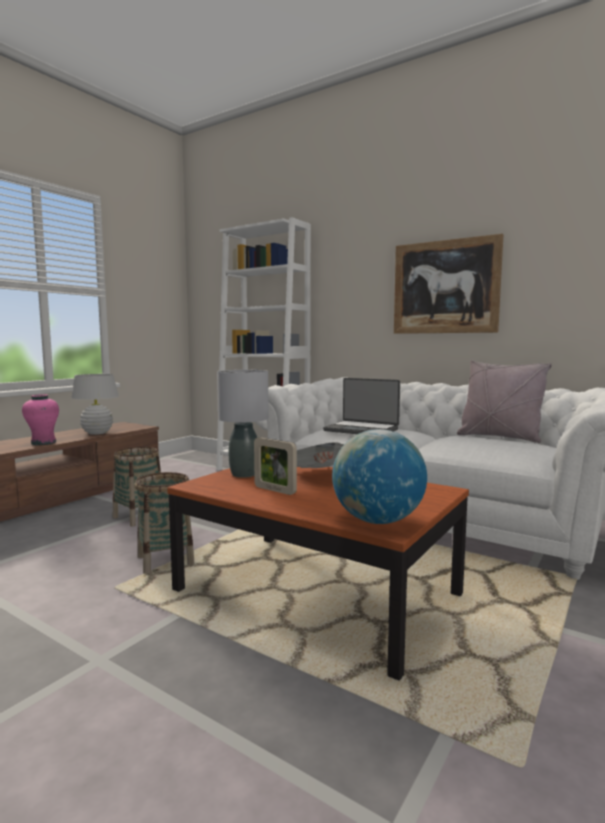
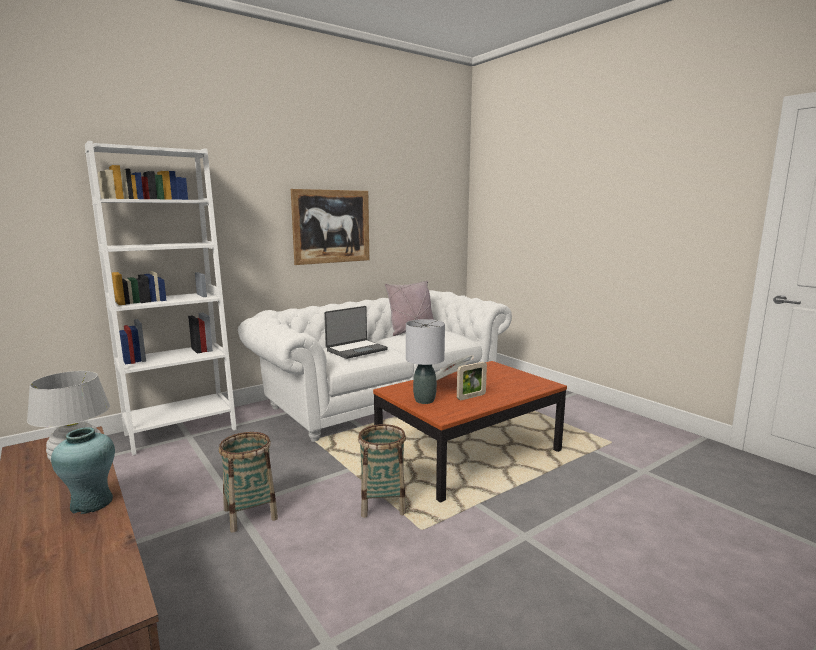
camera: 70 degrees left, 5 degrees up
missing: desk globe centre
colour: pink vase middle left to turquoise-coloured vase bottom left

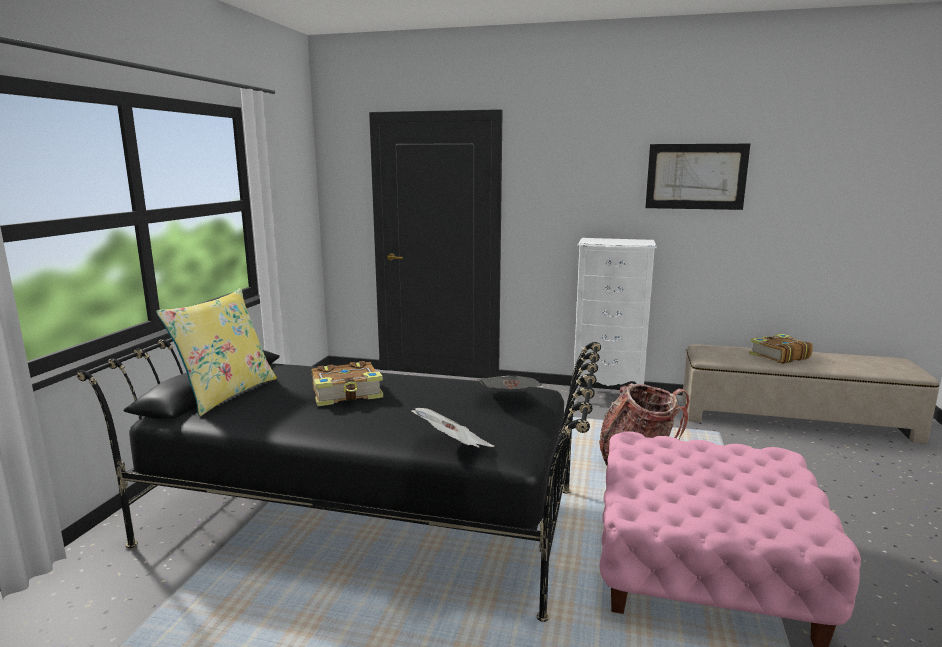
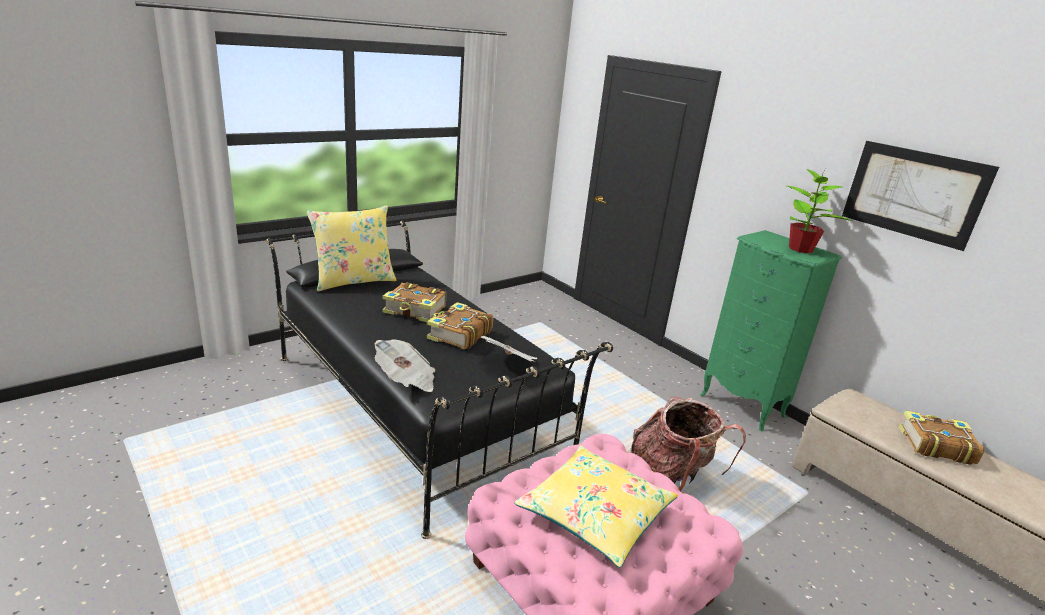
camera: 35 degrees right, 10 degrees up
appeared: bound book (no. 2 from left) centre; yellow cushion (no. 2 from left) bottom centre; houseplant middle right
colour: white drawer chest centre to green-coloured drawer chest middle right

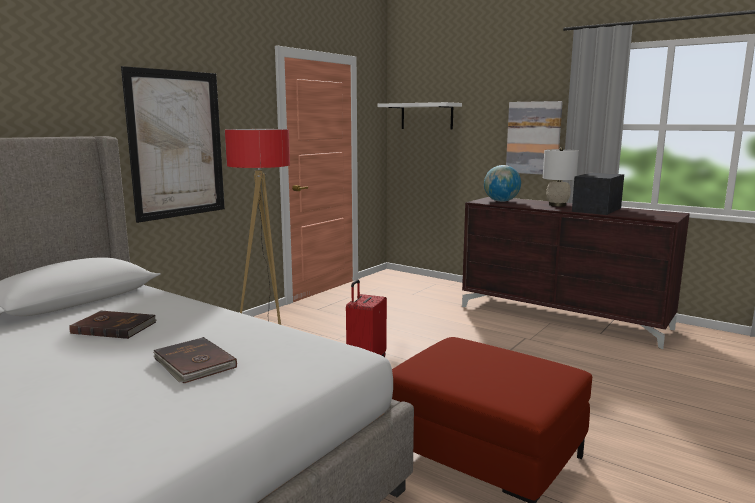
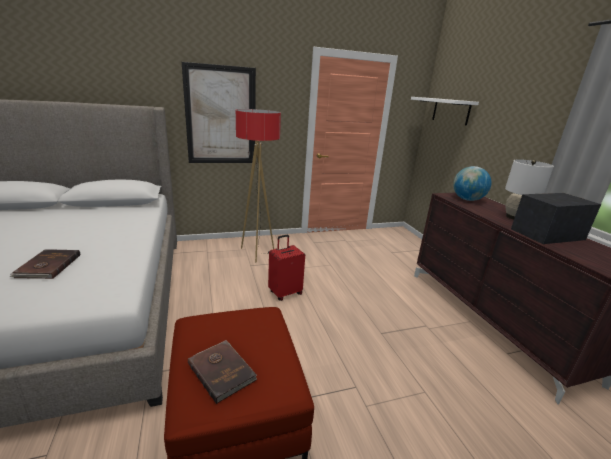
camera: 35 degrees right, 10 degrees up
missing: picture (no. 2 from left) top right
relocated: brownish bound book (no. 1 from left in the first image) middle left to brownish bound book (no. 2 from left) bottom centre

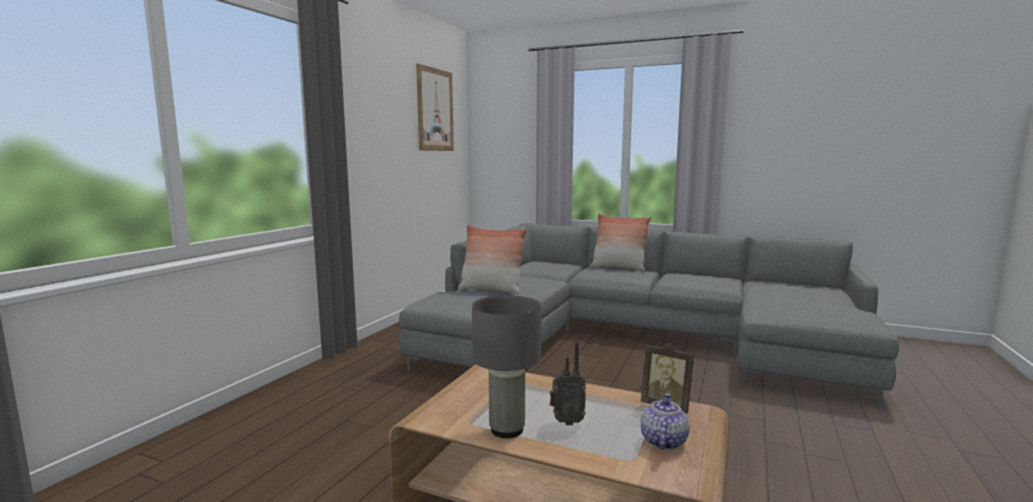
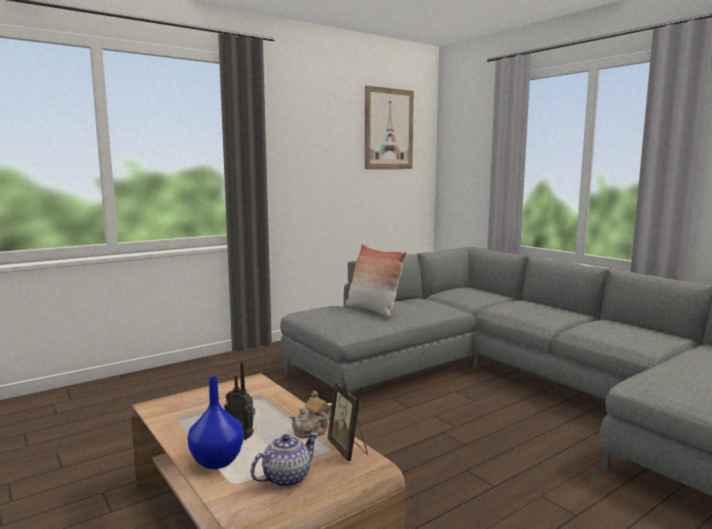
camera: 30 degrees right, 0 degrees up
missing: gray tabletop lamp bottom centre; cushion (no. 2 from left) centre
appeared: blue-coloured vase bottom left; pot for tea (no. 2 from left) bottom centre

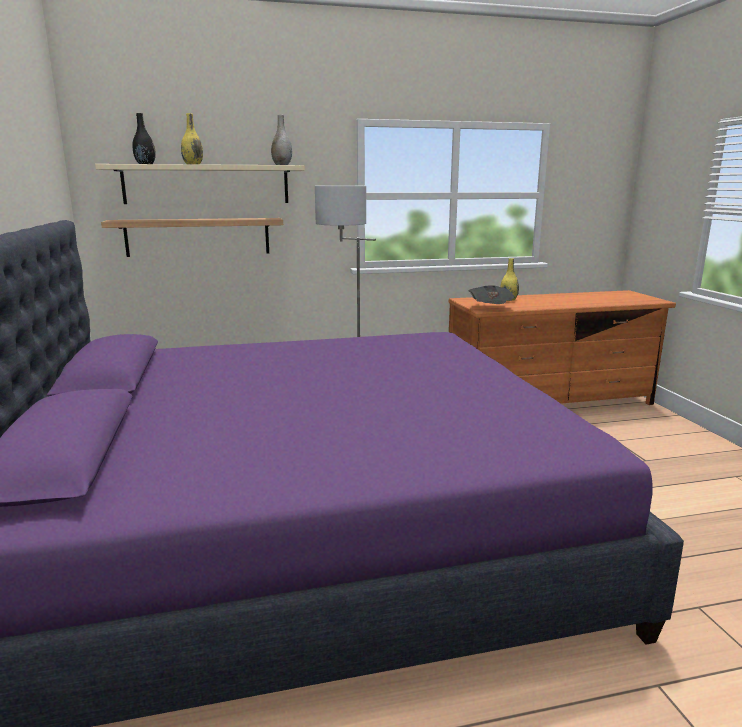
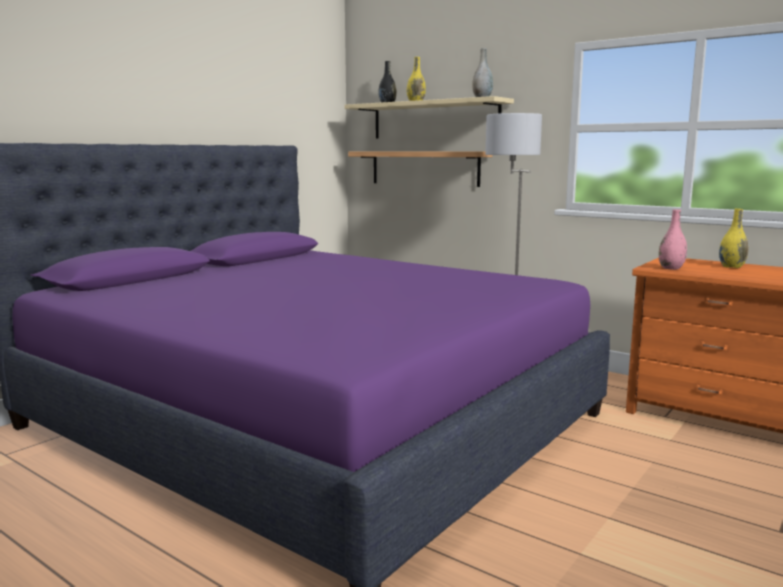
camera: 50 degrees right, 5 degrees down
exchanged: newspaper centre to pink vase middle right

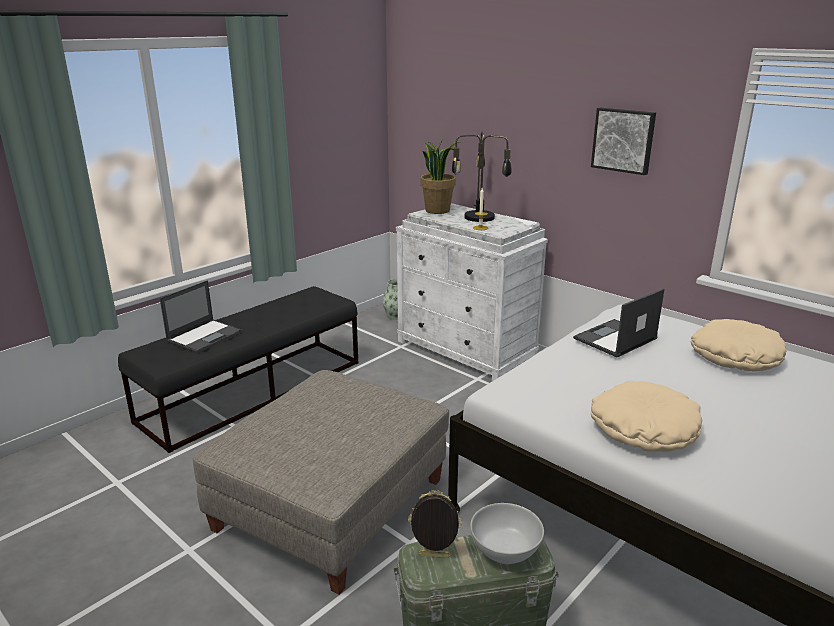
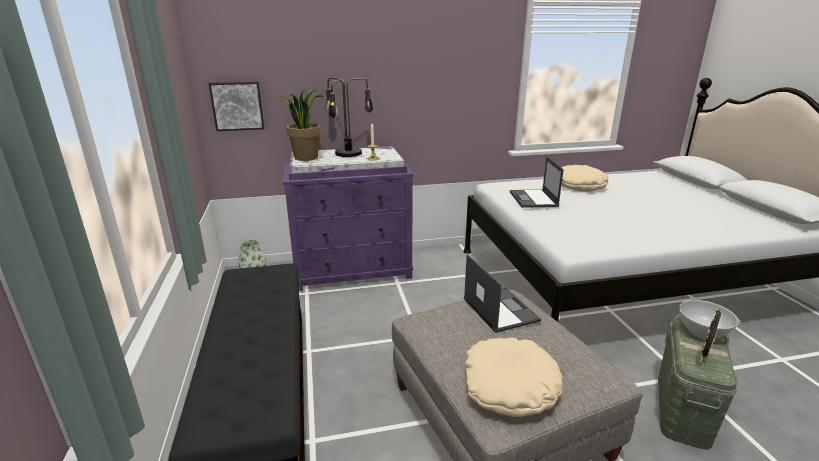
camera: 55 degrees left, 0 degrees up
relocated: laptop (no. 1 from left) middle left to centre; picture top right to top left; beige-coloured cushion (no. 1 from left) middle right to bottom centre
colour: white drawer chest centre to purple drawer chest centre

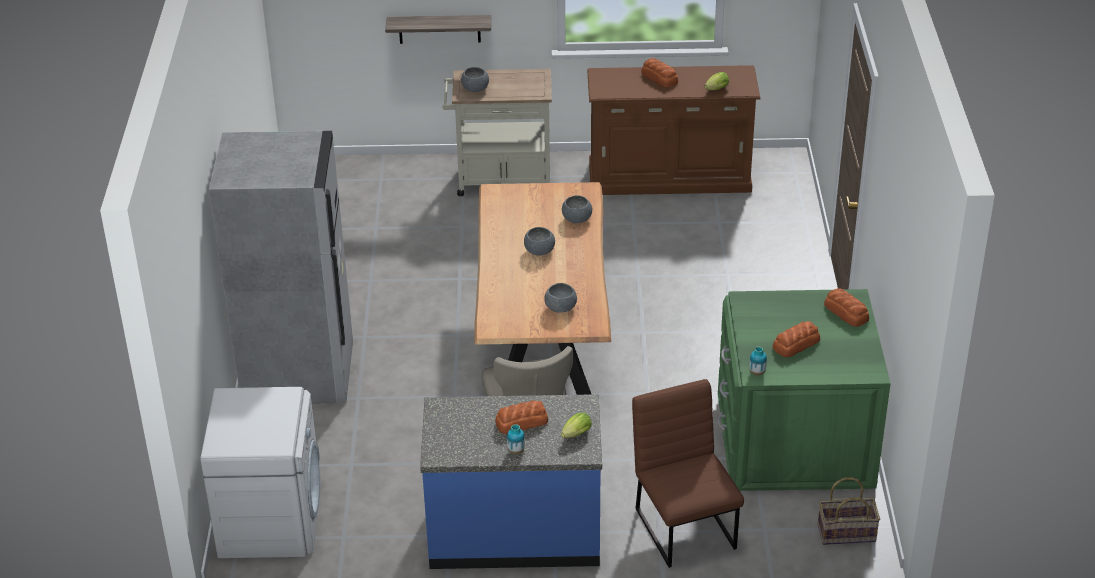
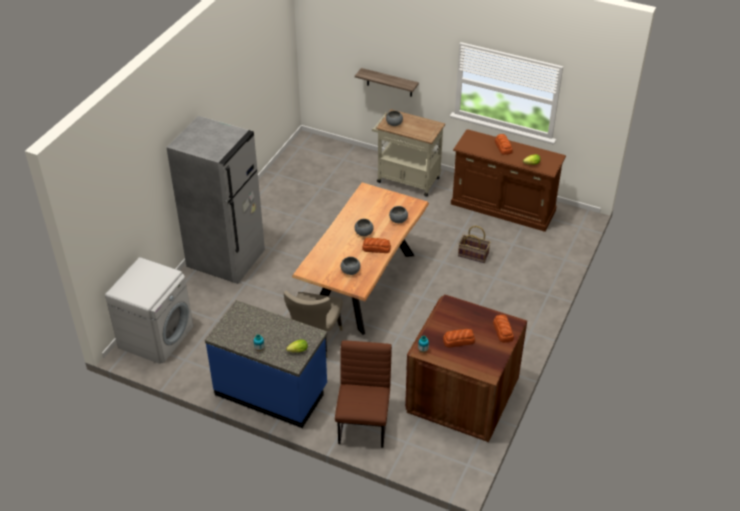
camera: 25 degrees right, 5 degrees up
relocated: bread (no. 1 from left) bottom centre to centre; basket bottom right to centre
colour: green-coloured drawer chest bottom right to brownish drawer chest bottom centre

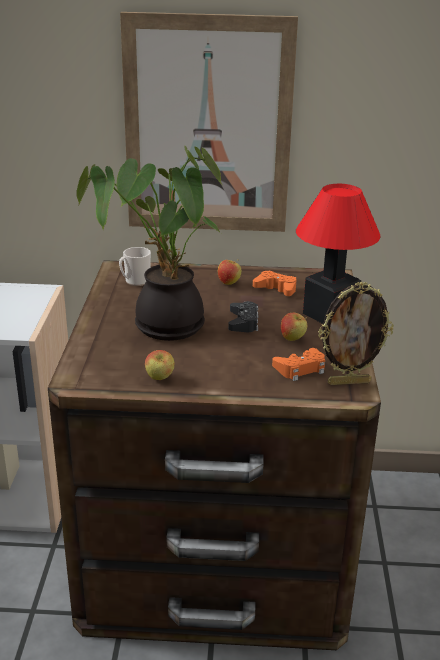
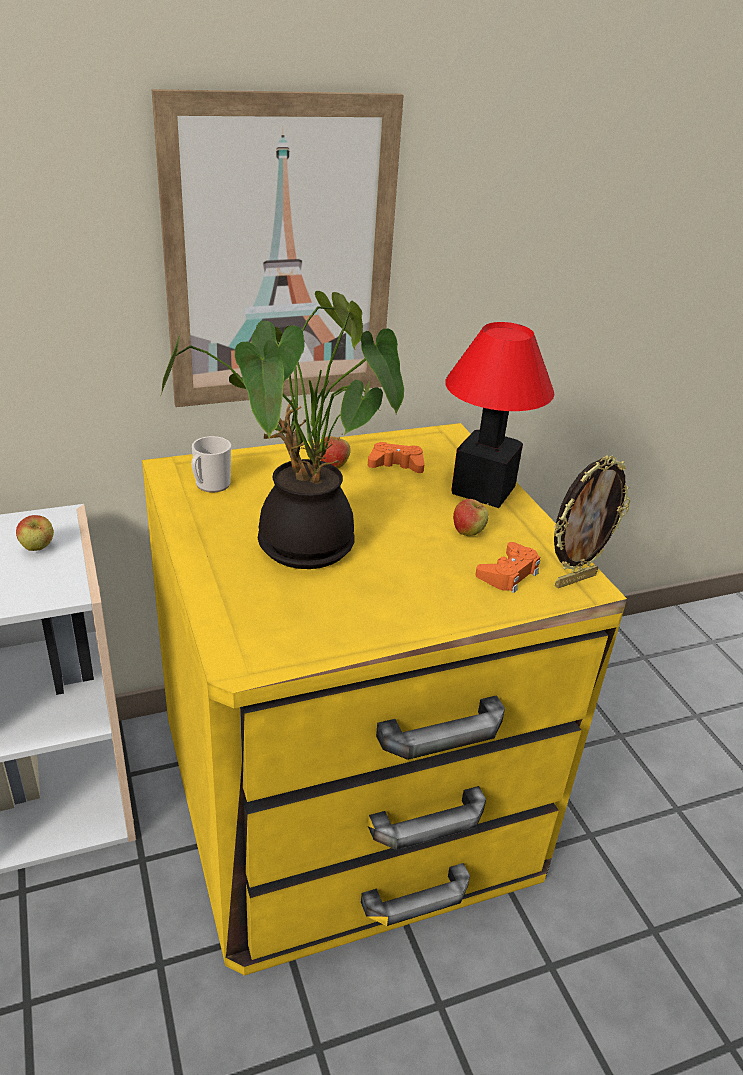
camera: 25 degrees left, 5 degrees up
missing: black-coloured game controller centre
relocated: whole apple (no. 1 from left) centre to middle left
colour: brownish drawer chest bottom centre to yellow drawer chest centre

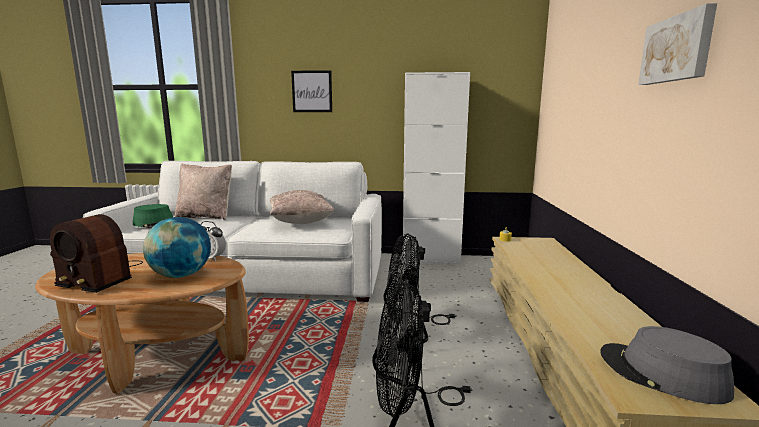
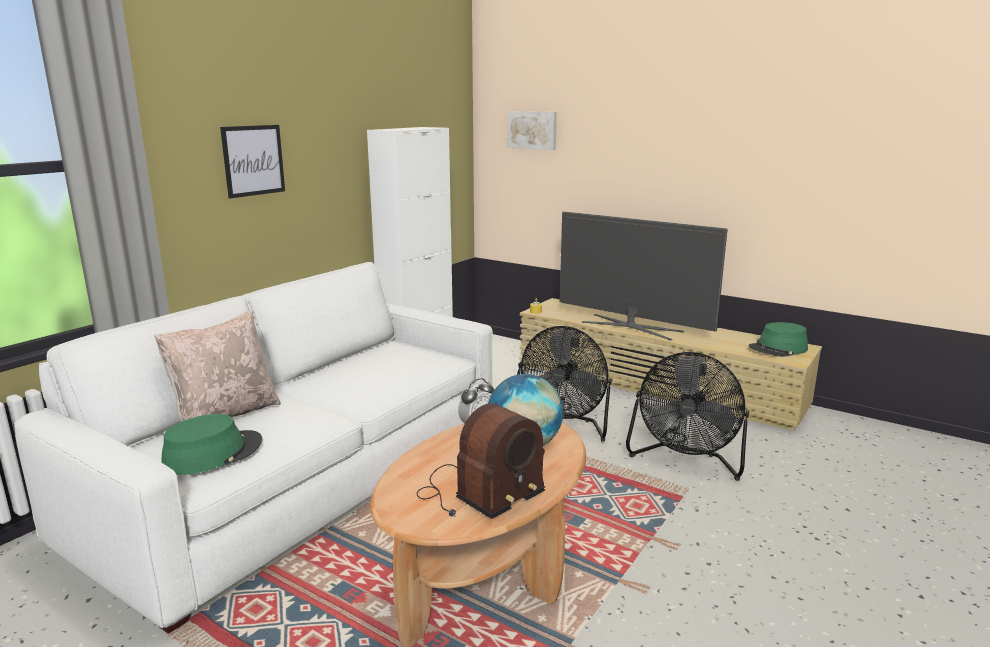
camera: 60 degrees left, 5 degrees up
missing: beige-coloured cushion (no. 2 from left) centre
appeared: TV centre
relocated: picture (no. 2 from left) top right to top centre
colour: gray hat bottom right to green-coloured hat (no. 2 from left) middle right

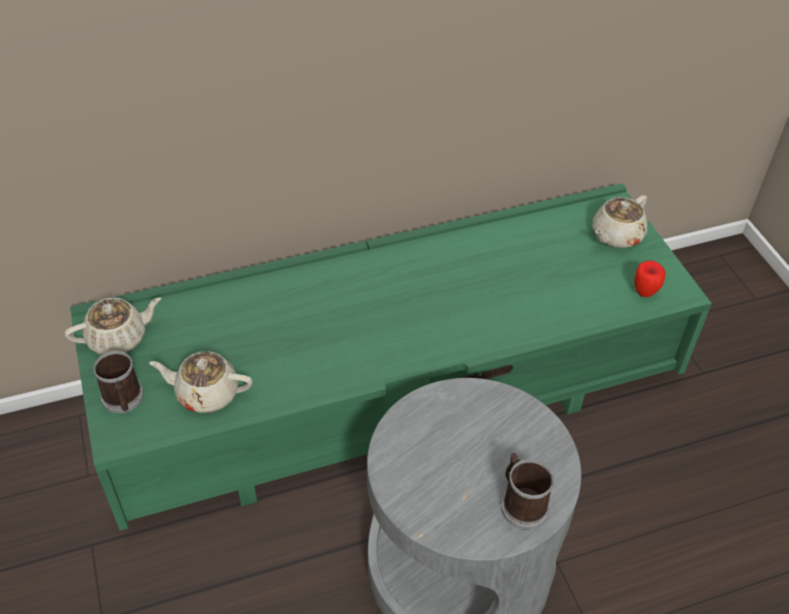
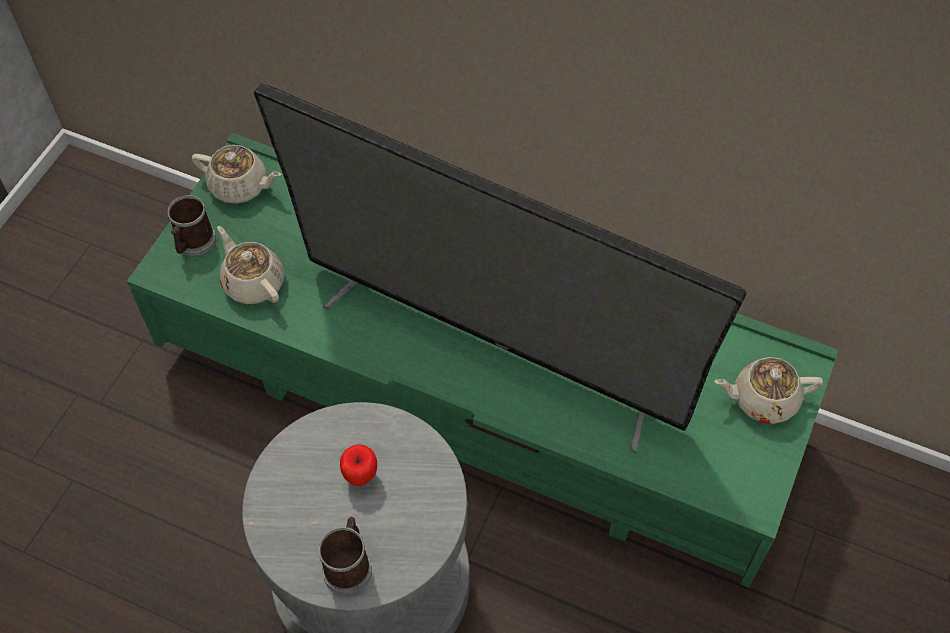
camera: 45 degrees right, 10 degrees up
appeared: TV centre
relocated: whole apple middle right to bottom centre

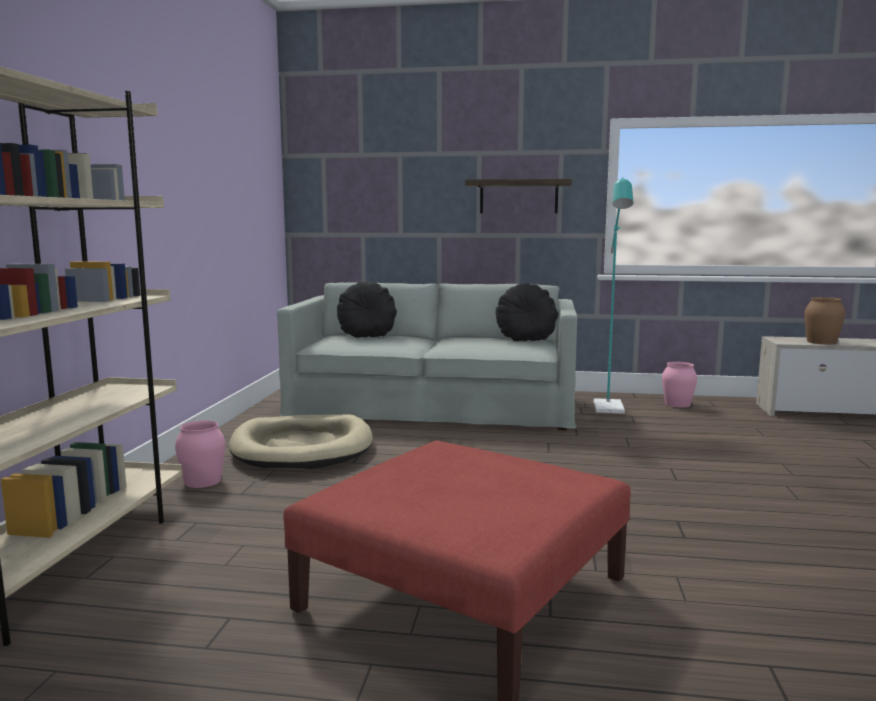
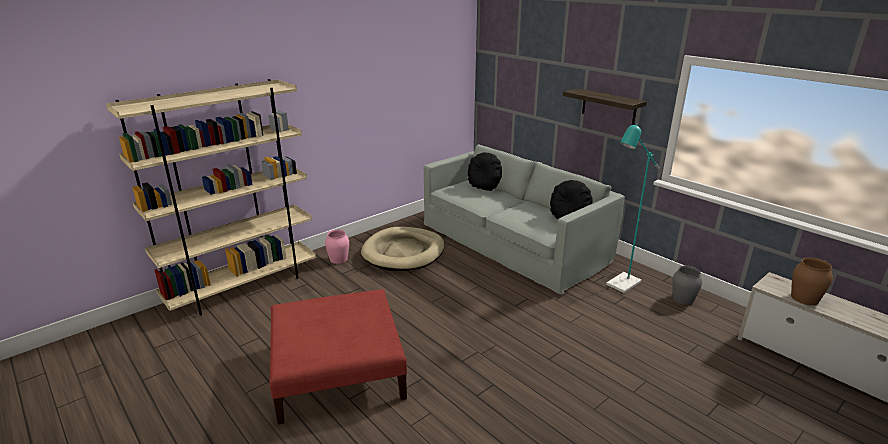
camera: 40 degrees right, 15 degrees up
colour: pink vase (no. 2 from left) middle right to gray vase middle right

